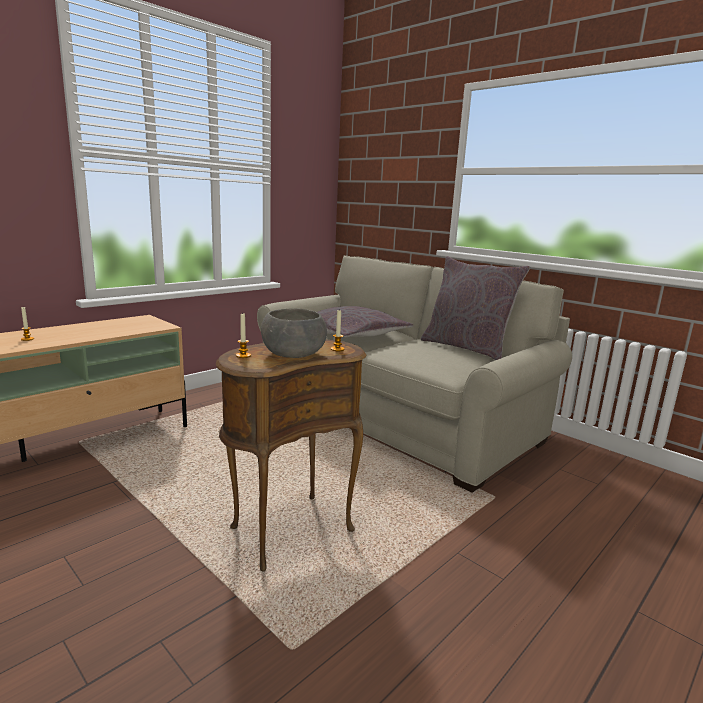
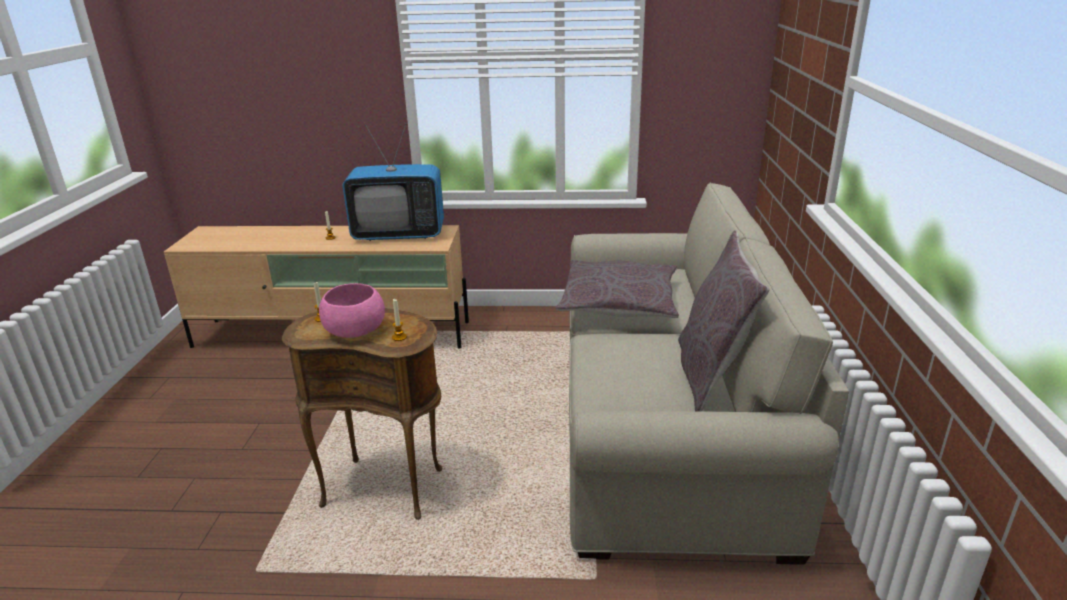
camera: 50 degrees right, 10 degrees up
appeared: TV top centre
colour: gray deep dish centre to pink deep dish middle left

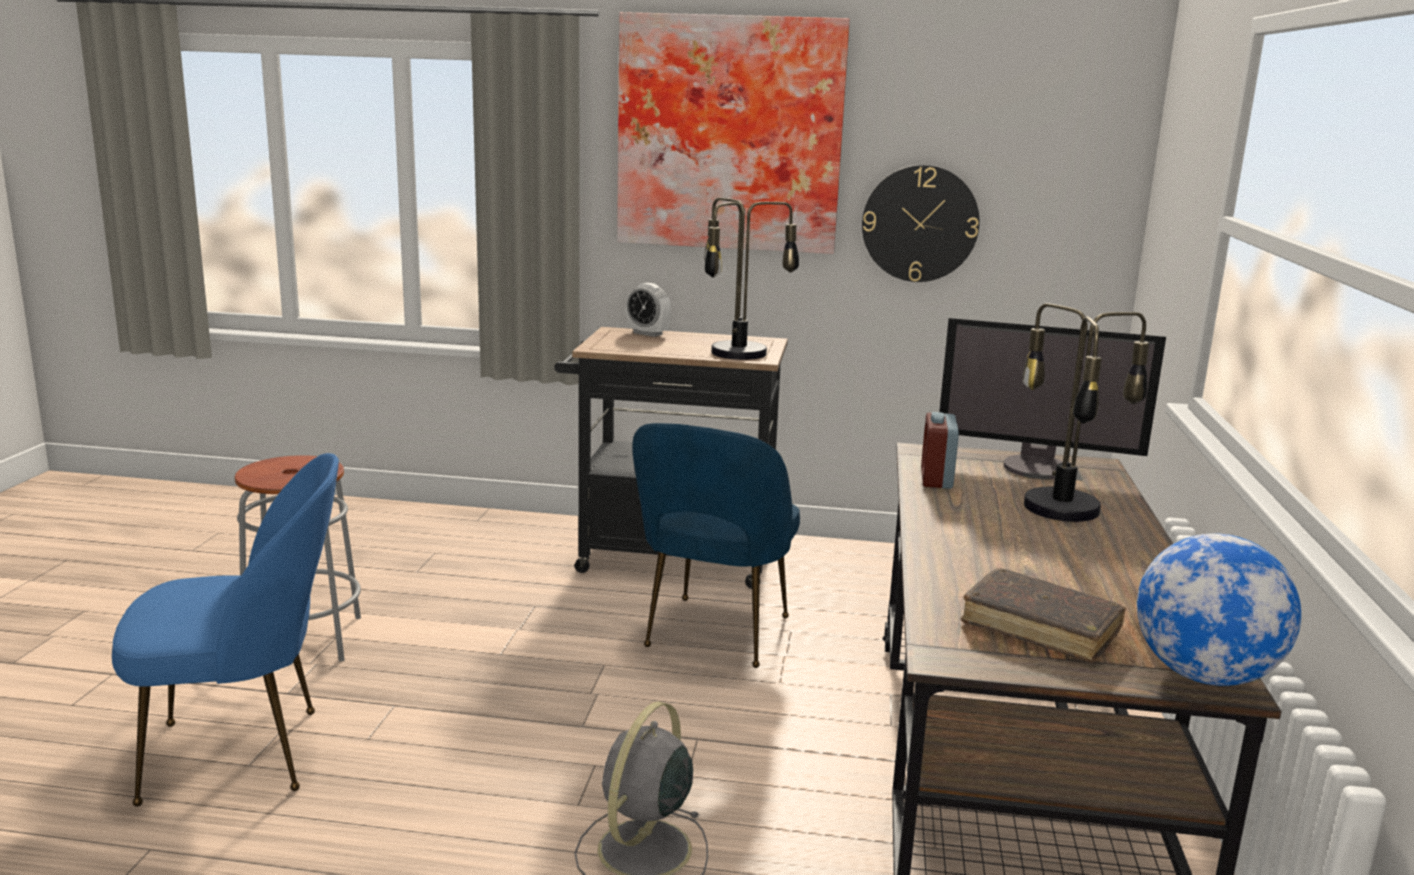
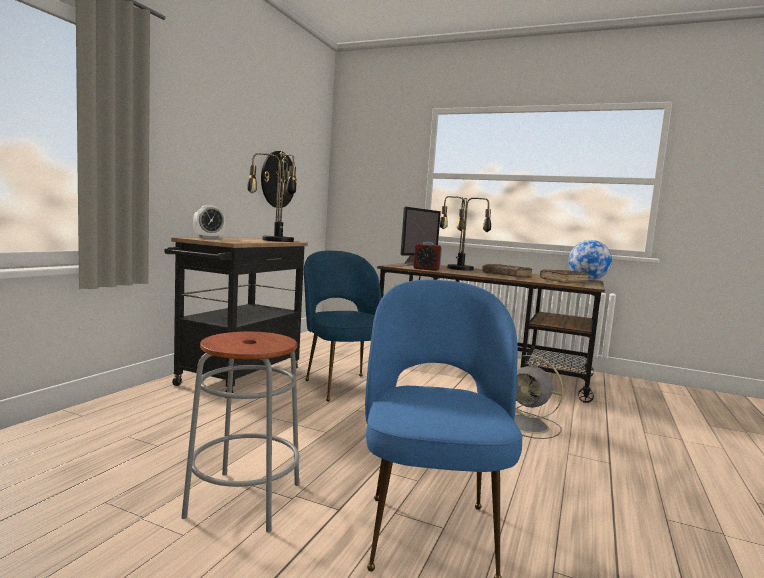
camera: 75 degrees left, 10 degrees down
missing: picture top centre
appeared: brownish bound book (no. 1 from left) centre
spun: blue-coloured chair (no. 2 from left in the first image) centre = centre 150 degrees counterclockwise

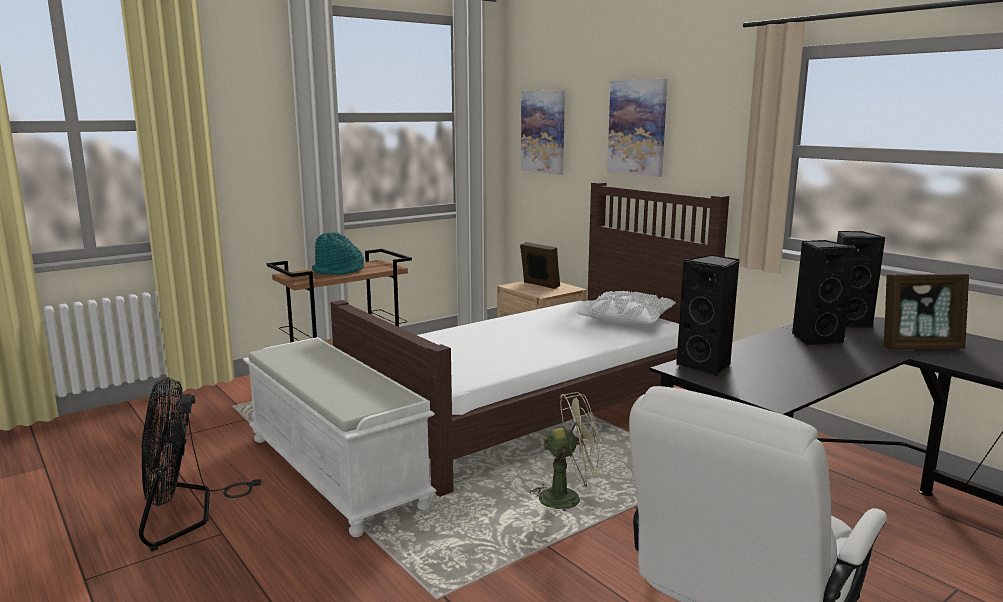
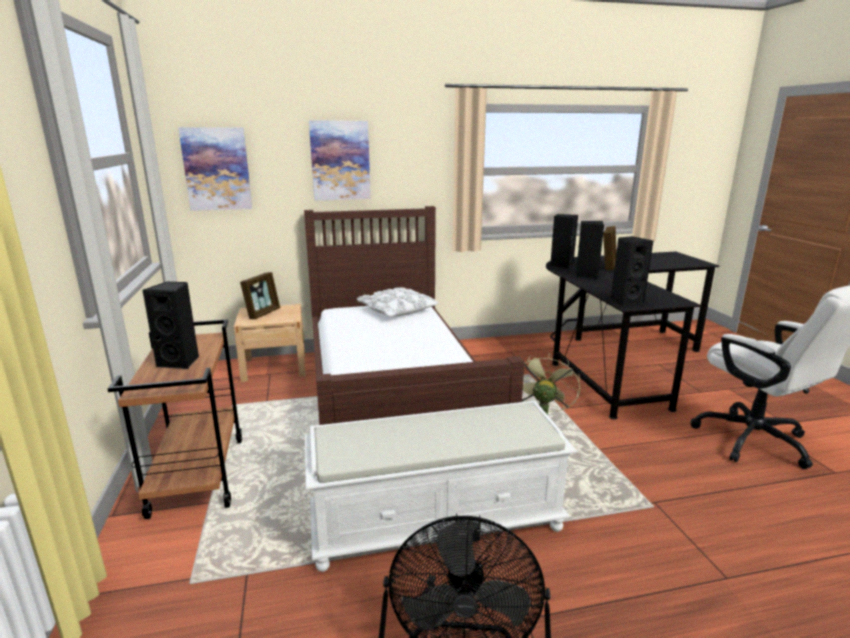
camera: 65 degrees left, 5 degrees up
exchanged: turquoise-coloured hat centre to black-coloured speaker (no. 1 from left) middle left
spun: standing frame (no. 1 from left) centre = middle left 135 degrees clockwise

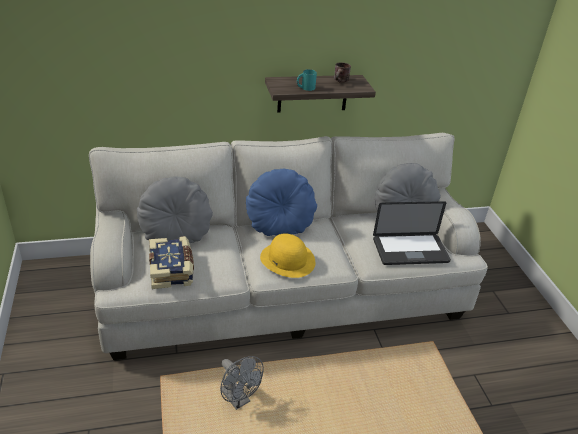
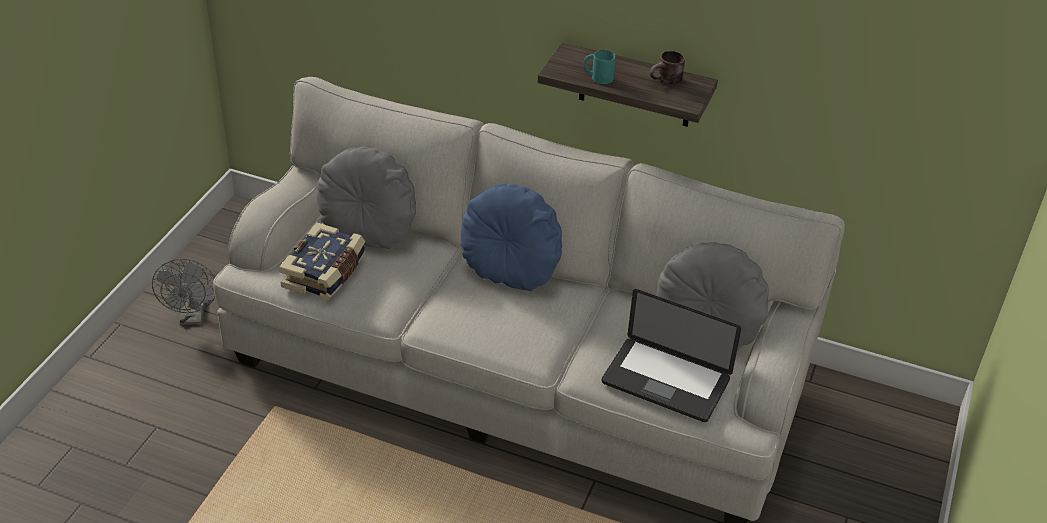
camera: 35 degrees right, 5 degrees up
missing: yellow hat centre
relocated: gray electric fan bottom centre to middle left

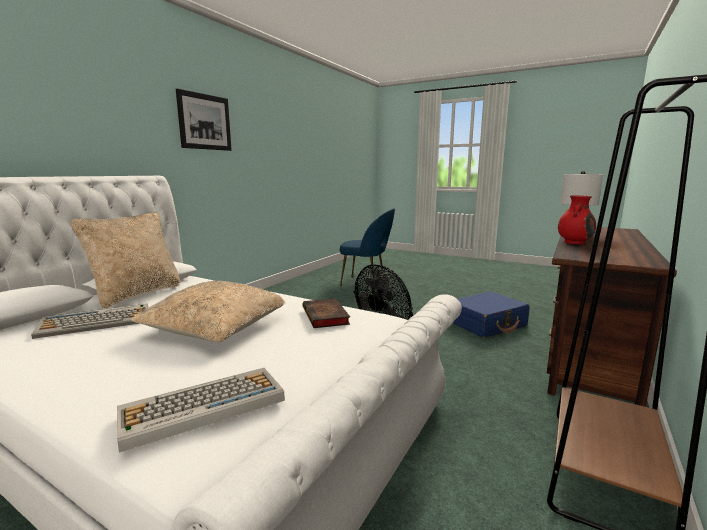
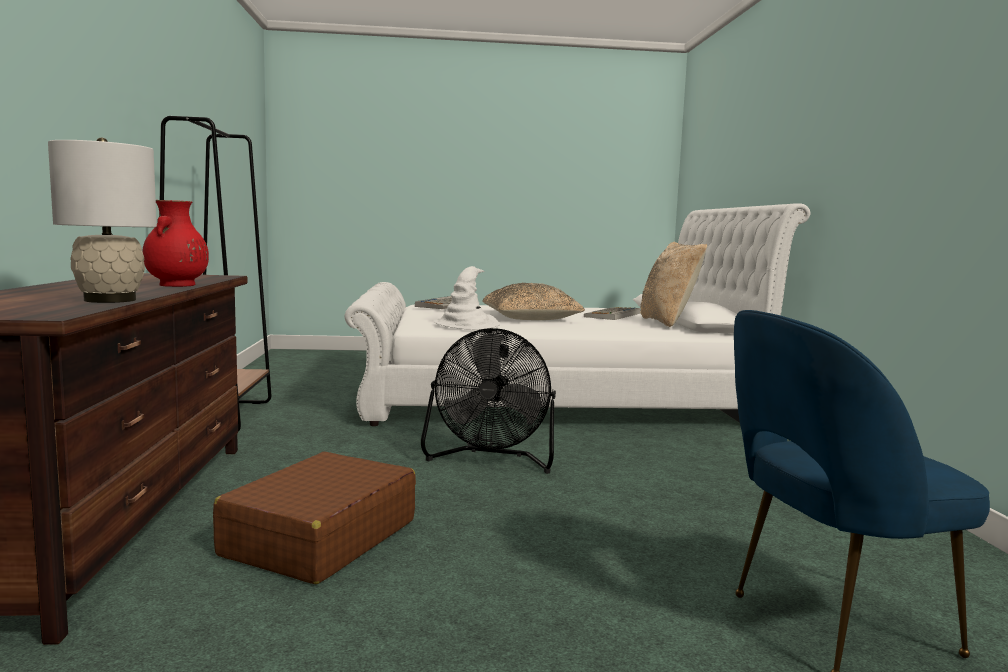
camera: 145 degrees right, 5 degrees down
missing: picture top left
exchanged: bound book centre to white hat centre
colour: blue-coloured suitcase middle right to brownish suitcase bottom left

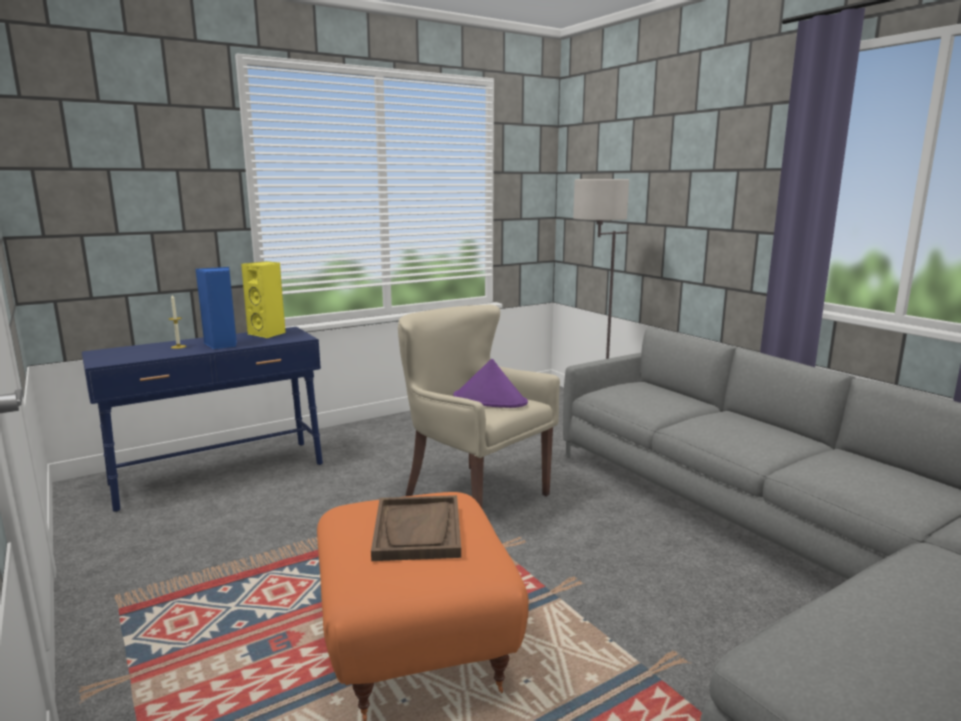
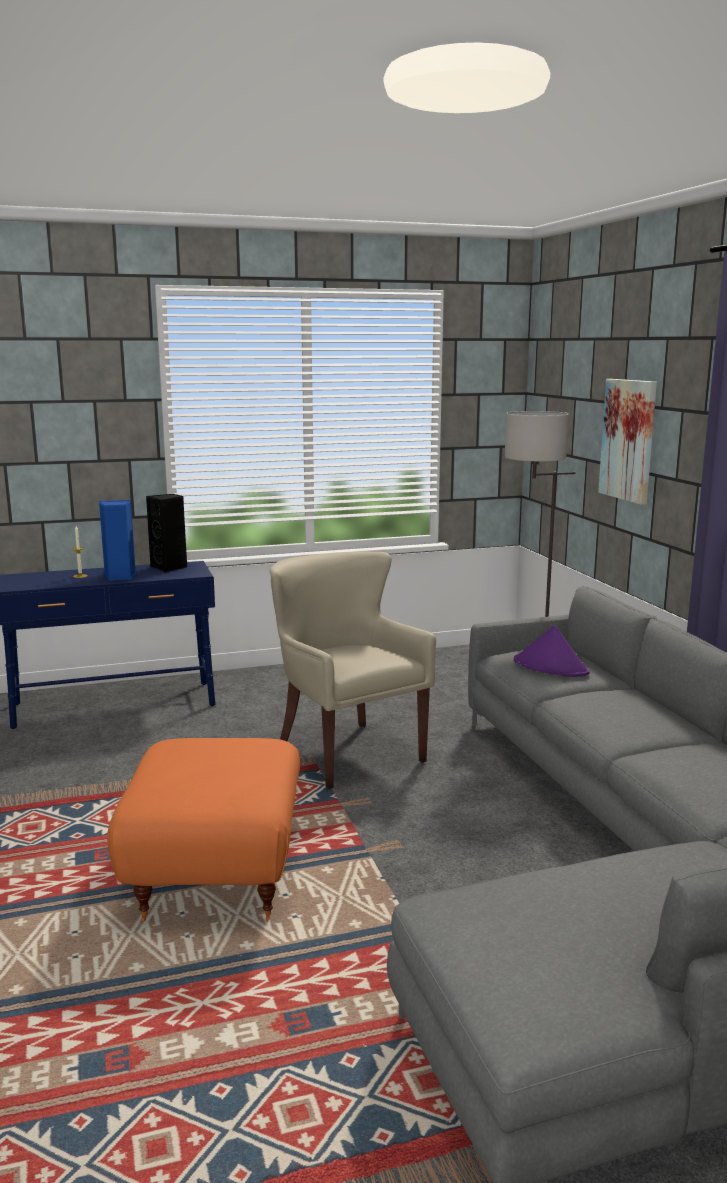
camera: 15 degrees right, 0 degrees up
missing: brownish serving tray bottom centre
appeared: picture middle right
relocated: purple hat centre to middle right
colour: yellow speaker middle left to black-coloured speaker middle left

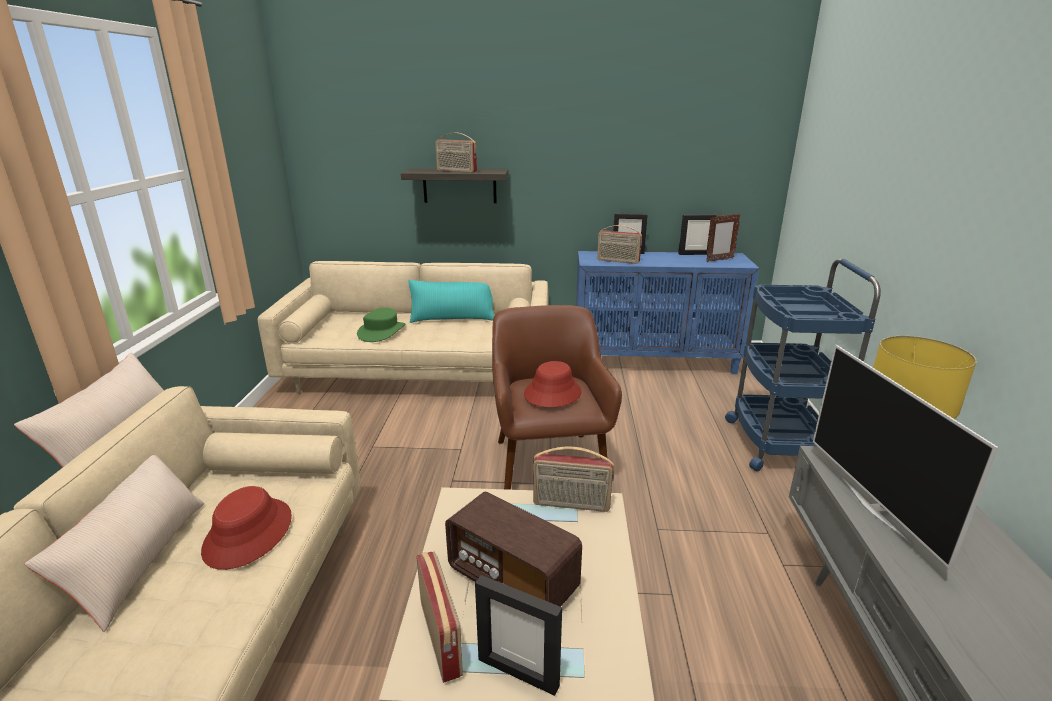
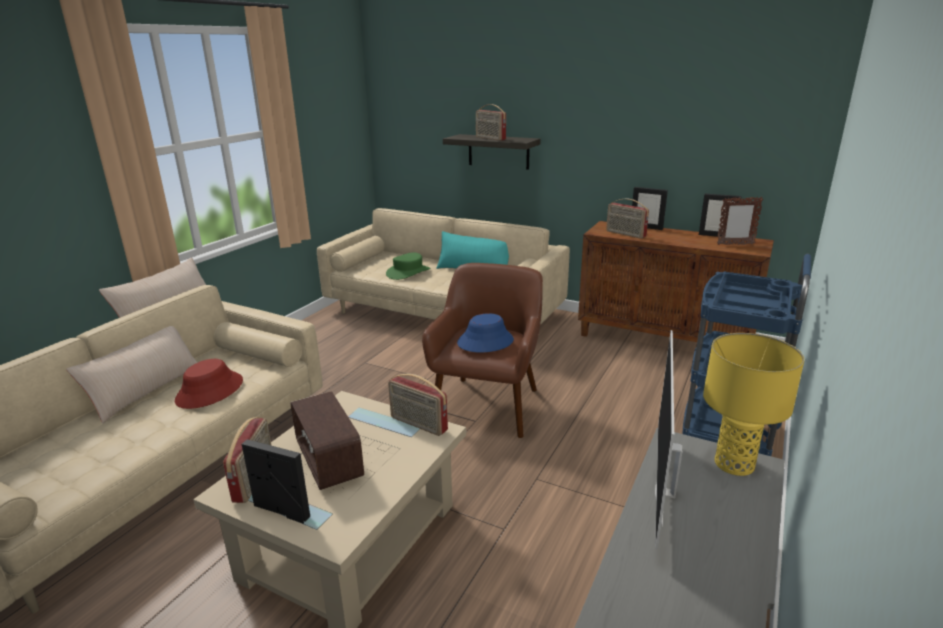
camera: 25 degrees right, 0 degrees up
colour: reddish hat (no. 2 from left) centre to blue-coloured hat centre; blue-coloured cupboard centre to brownish cupboard middle right
spun: standing frame (no. 1 from left) bottom centre = bottom left 150 degrees clockwise

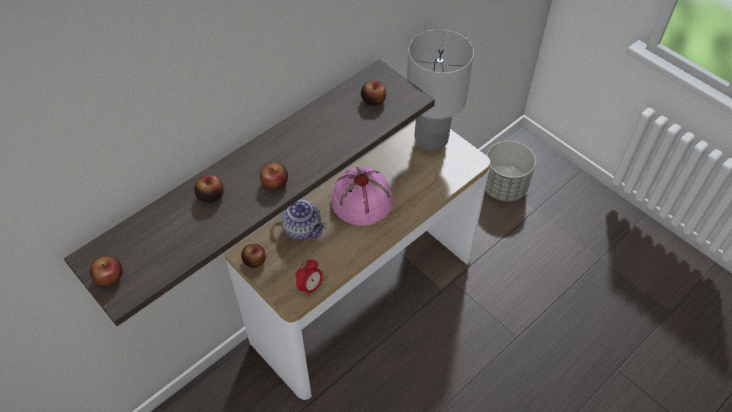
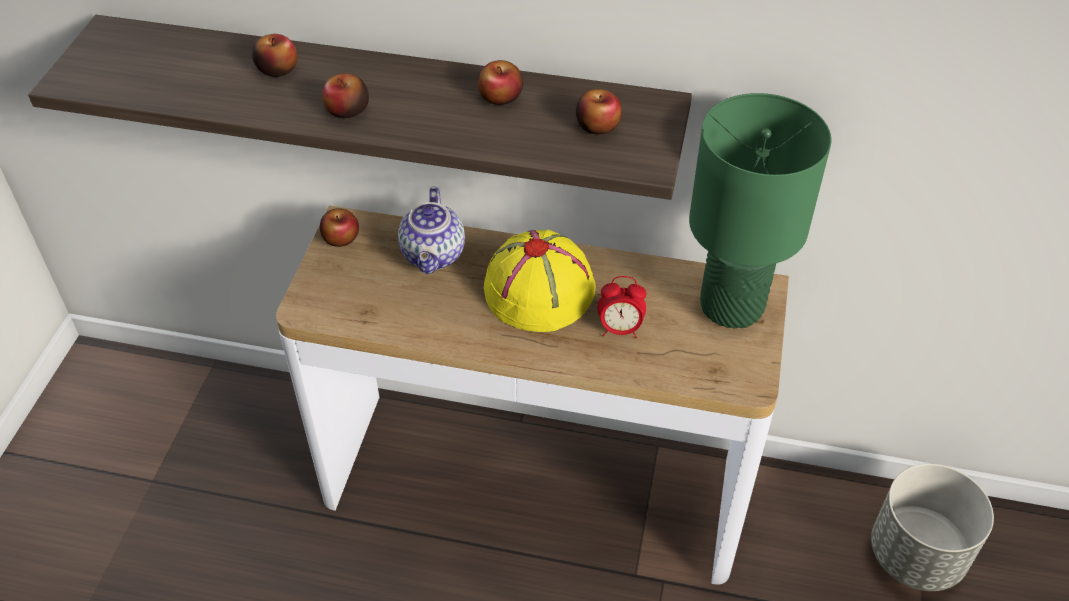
camera: 55 degrees right, 5 degrees down
relocated: whole apple (no. 1 from left in the first image) middle left to whole apple (no. 4 from left) top centre; alarm clock bottom centre to centre
colour: pink hat centre to yellow hat centre; gray tabletop lamp top centre to green-coloured tabletop lamp middle right

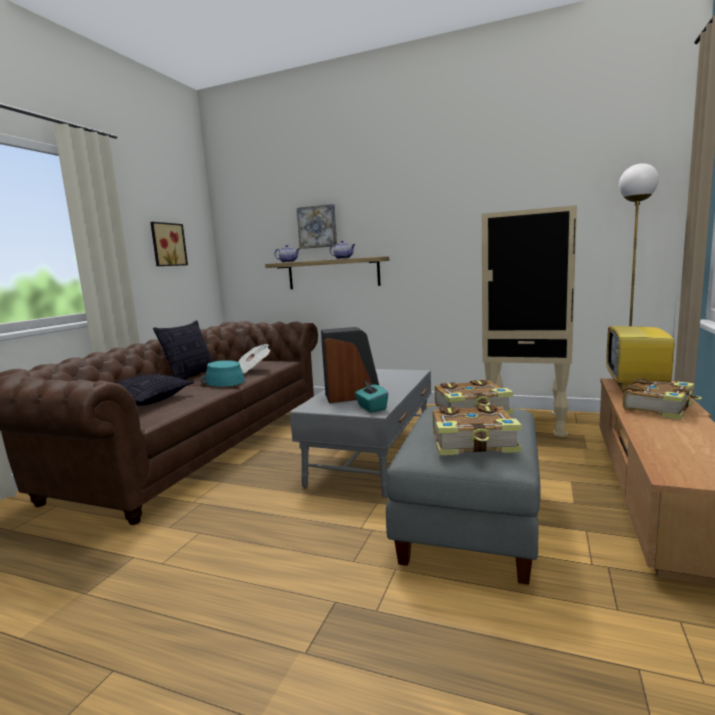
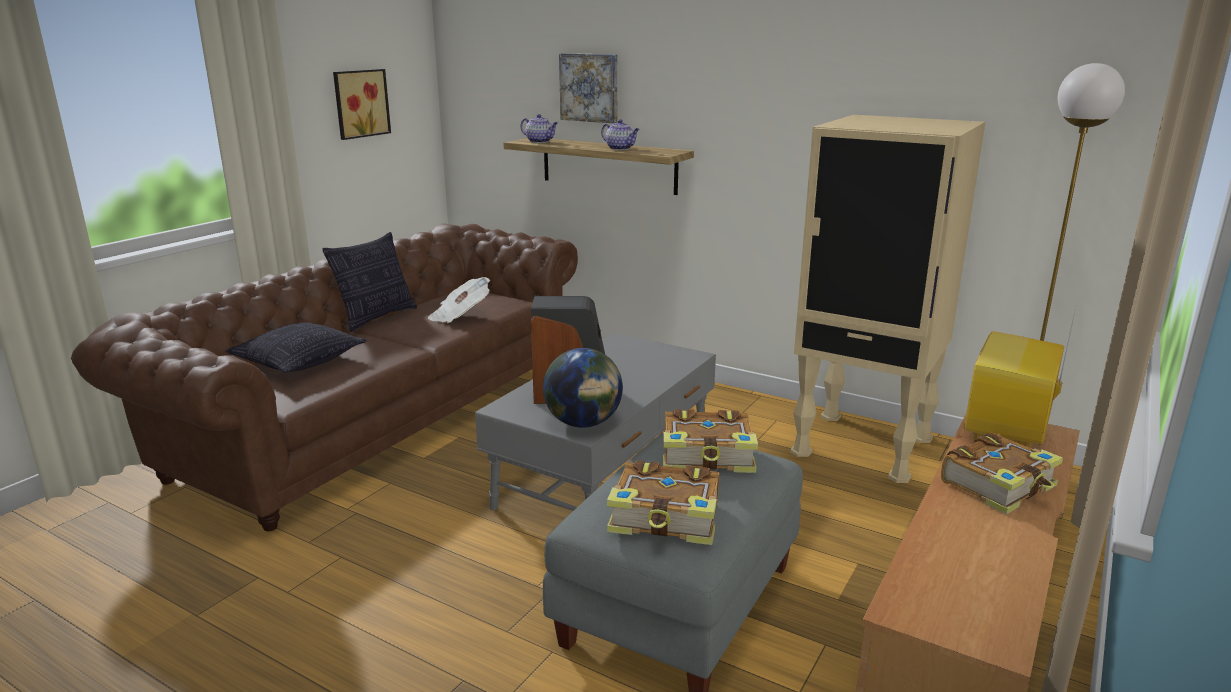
camera: 10 degrees right, 10 degrees up
missing: turquoise-coloured hat middle left
exchanged: turquoise-coloured tissue holder centre to desk globe centre

